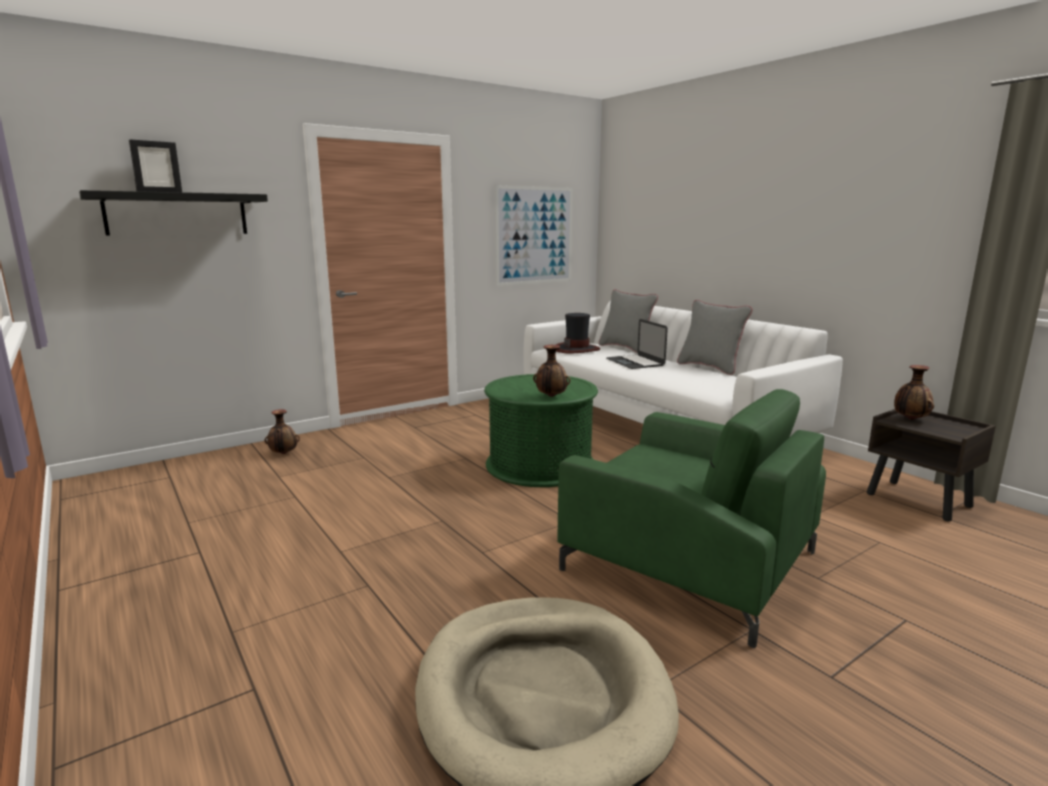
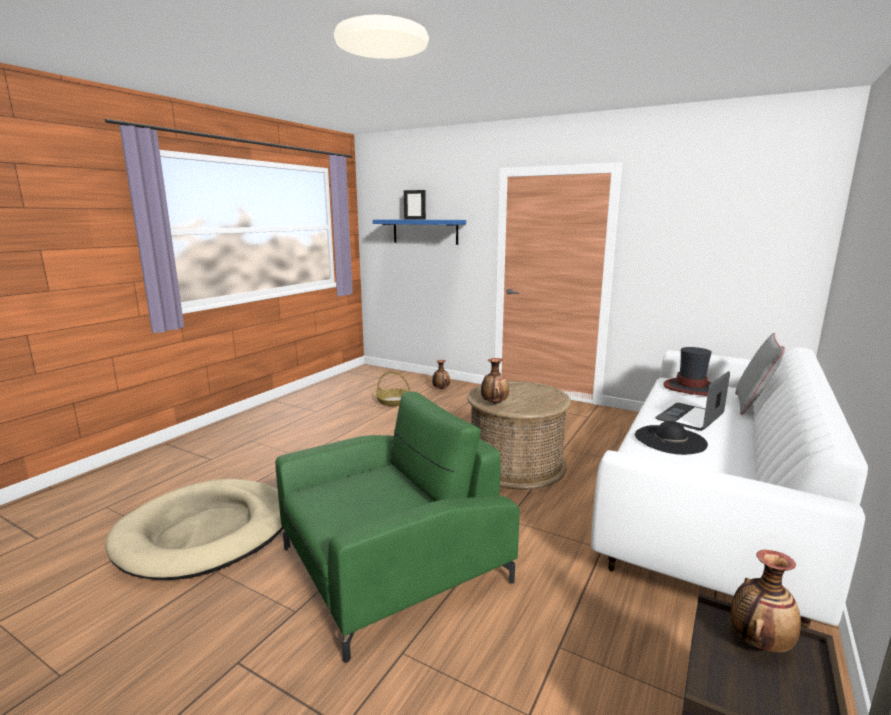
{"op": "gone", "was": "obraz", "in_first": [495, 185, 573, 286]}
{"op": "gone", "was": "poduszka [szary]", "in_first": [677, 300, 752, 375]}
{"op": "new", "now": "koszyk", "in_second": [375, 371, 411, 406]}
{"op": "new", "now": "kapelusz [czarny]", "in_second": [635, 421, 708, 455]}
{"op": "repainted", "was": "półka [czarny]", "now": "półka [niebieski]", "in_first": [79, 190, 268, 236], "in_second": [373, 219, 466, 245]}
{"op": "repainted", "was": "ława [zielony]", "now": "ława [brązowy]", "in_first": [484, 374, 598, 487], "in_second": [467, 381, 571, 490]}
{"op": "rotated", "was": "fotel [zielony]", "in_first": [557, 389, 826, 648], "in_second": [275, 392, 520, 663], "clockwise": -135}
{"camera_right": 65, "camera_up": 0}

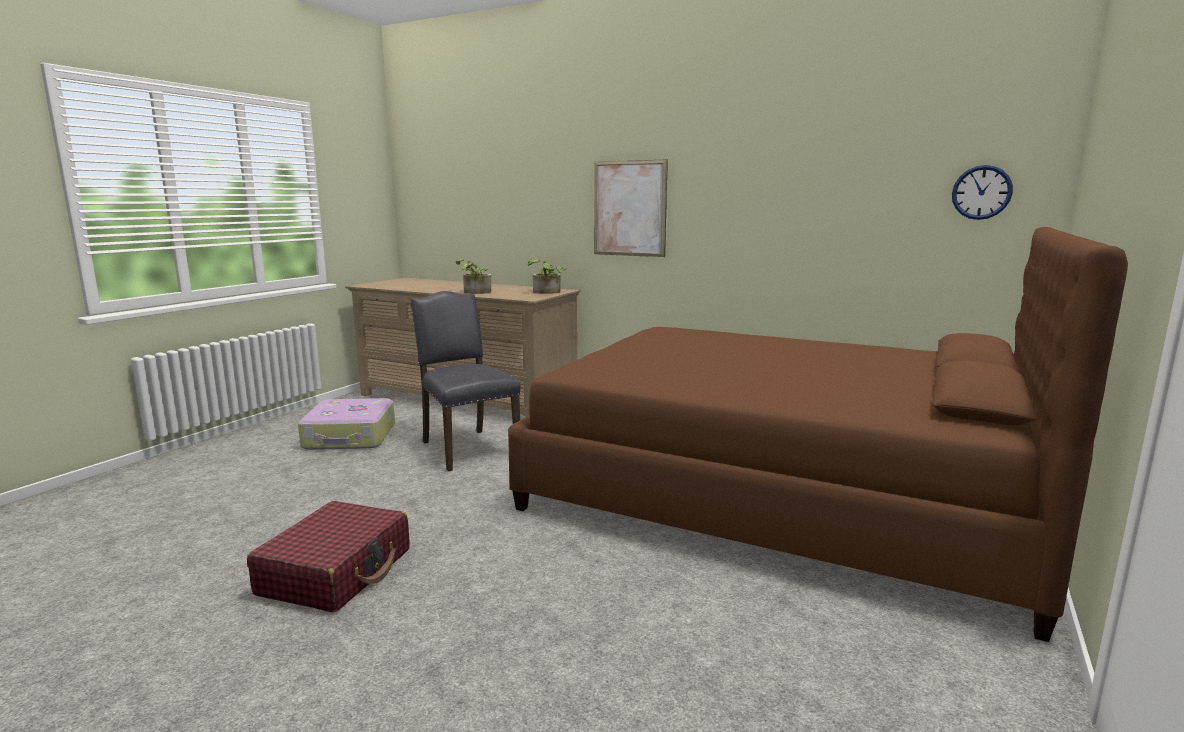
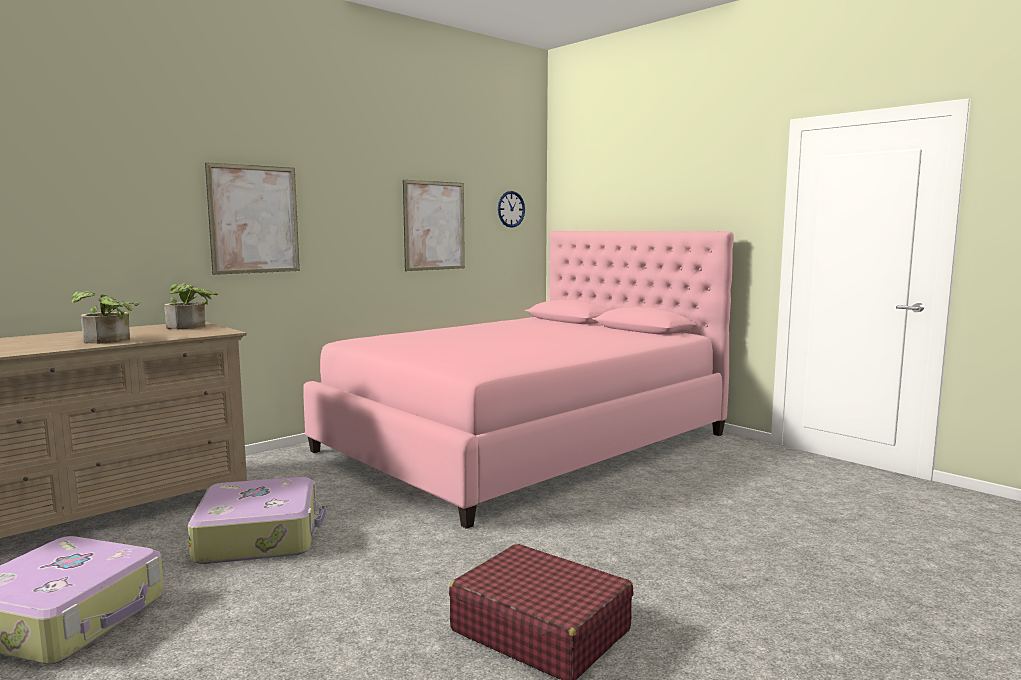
{"op": "new", "now": "obraz", "in_second": [403, 180, 465, 271]}
{"op": "swapped", "was": "krzesło [szary]", "now": "walizka", "in_first": [410, 291, 521, 471], "in_second": [188, 477, 326, 564]}
{"op": "repainted", "was": "łóżko [brązowy]", "now": "łóżko [różowy]", "in_first": [508, 227, 1128, 642], "in_second": [303, 231, 734, 529]}
{"camera_right": -70, "camera_up": -5}

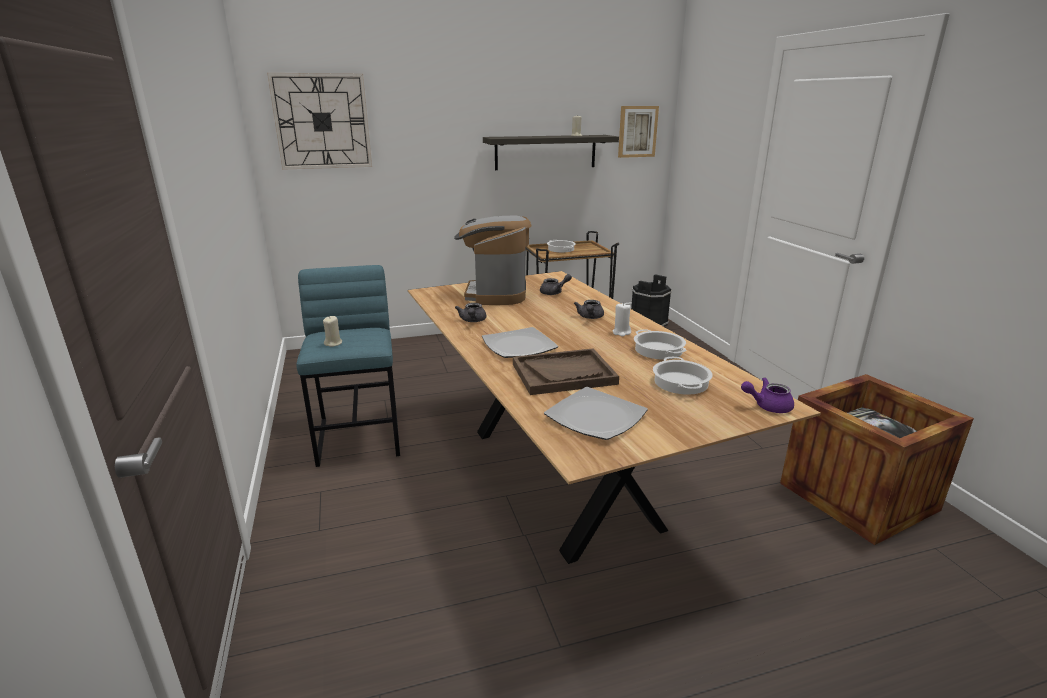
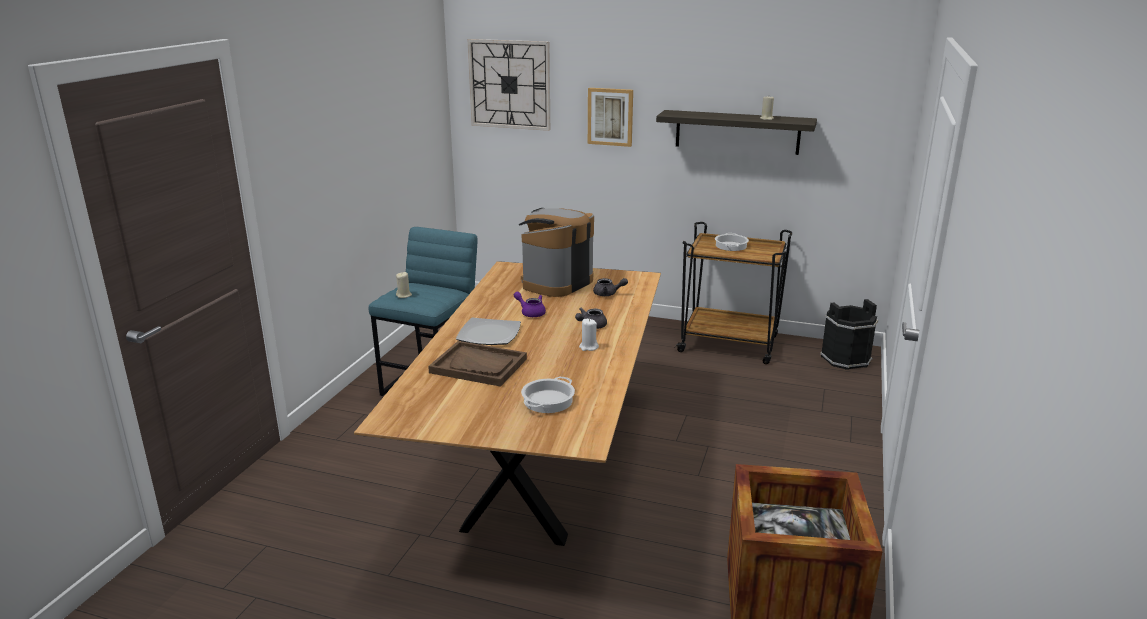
{"op": "gone", "was": "imbryk [szary]", "in_first": [455, 303, 486, 322]}
{"op": "gone", "was": "talerz", "in_first": [544, 387, 648, 440]}
{"op": "gone", "was": "garnek", "in_first": [634, 329, 686, 360]}
{"op": "shifted", "was": "obraz", "in_first": [618, 106, 659, 158], "in_second": [588, 88, 633, 147]}
{"op": "shifted", "was": "imbryk [fioletowy]", "in_first": [741, 377, 794, 413], "in_second": [514, 292, 546, 317]}
{"camera_right": 35, "camera_up": 0}

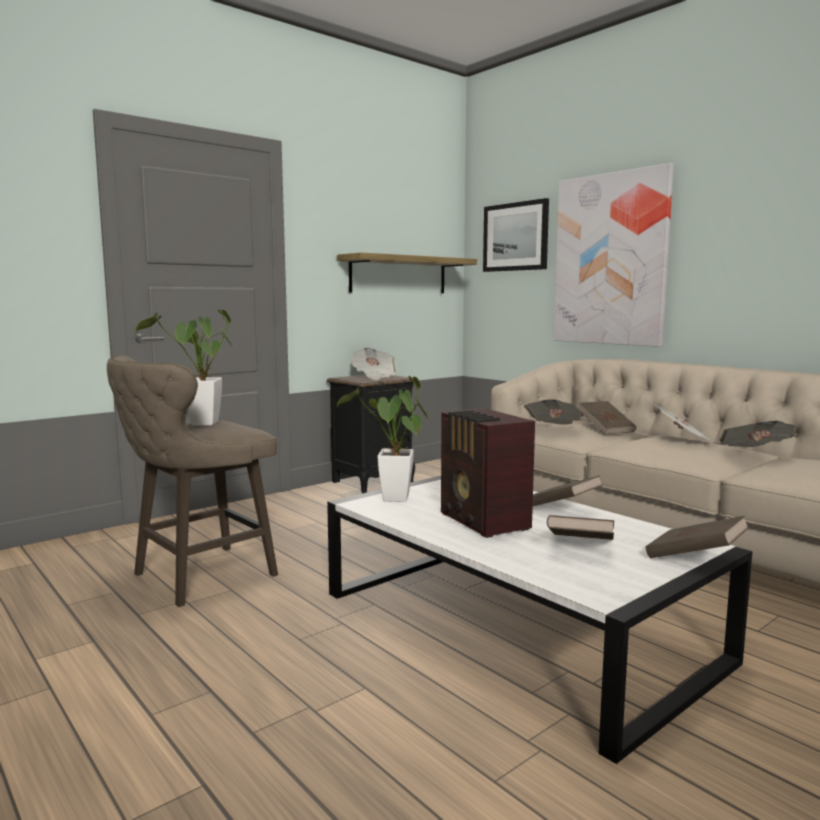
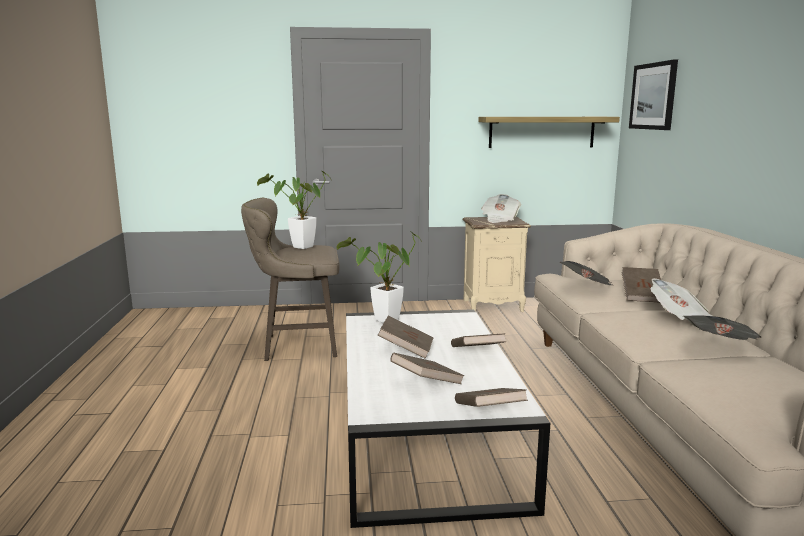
{"op": "gone", "was": "obraz", "in_first": [553, 163, 674, 347]}
{"op": "swapped", "was": "radio", "now": "książka [brązowy]", "in_first": [441, 409, 535, 538], "in_second": [377, 316, 434, 359]}
{"op": "repainted", "was": "szafka nocna [czarny]", "now": "szafka nocna [beżowy]", "in_first": [327, 375, 415, 493], "in_second": [462, 217, 531, 312]}
{"camera_right": 35, "camera_up": 5}

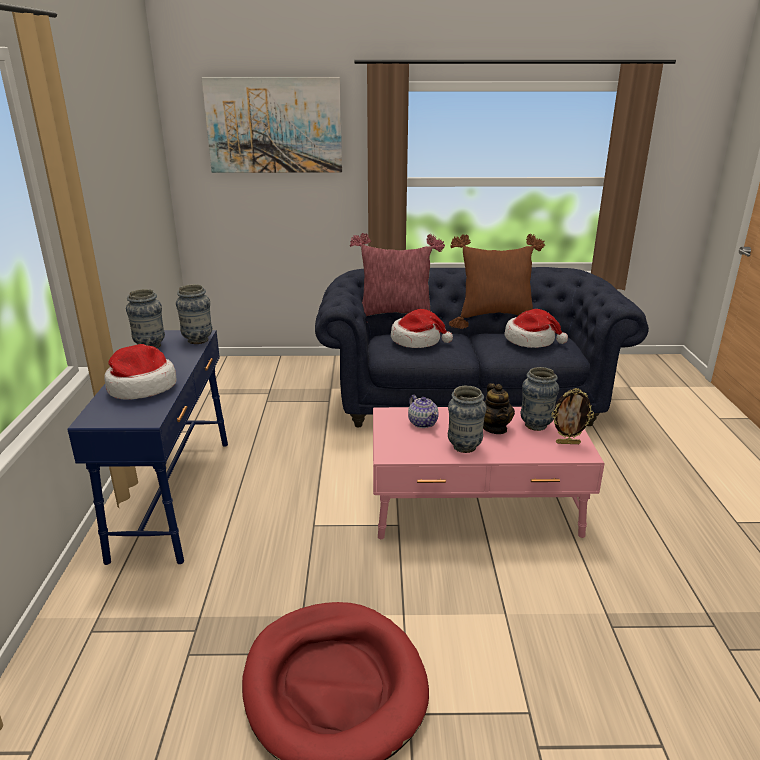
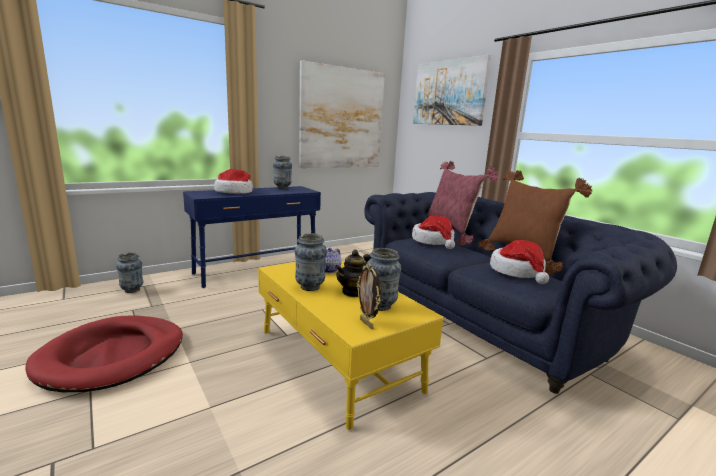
{"op": "new", "now": "obraz", "in_second": [299, 61, 385, 168]}
{"op": "shifted", "was": "wazon", "in_first": [176, 284, 212, 344], "in_second": [116, 252, 143, 293]}
{"op": "repainted", "was": "ława [różowy]", "now": "ława [żółty]", "in_first": [373, 407, 605, 539], "in_second": [258, 261, 444, 430]}
{"camera_right": 55, "camera_up": -10}

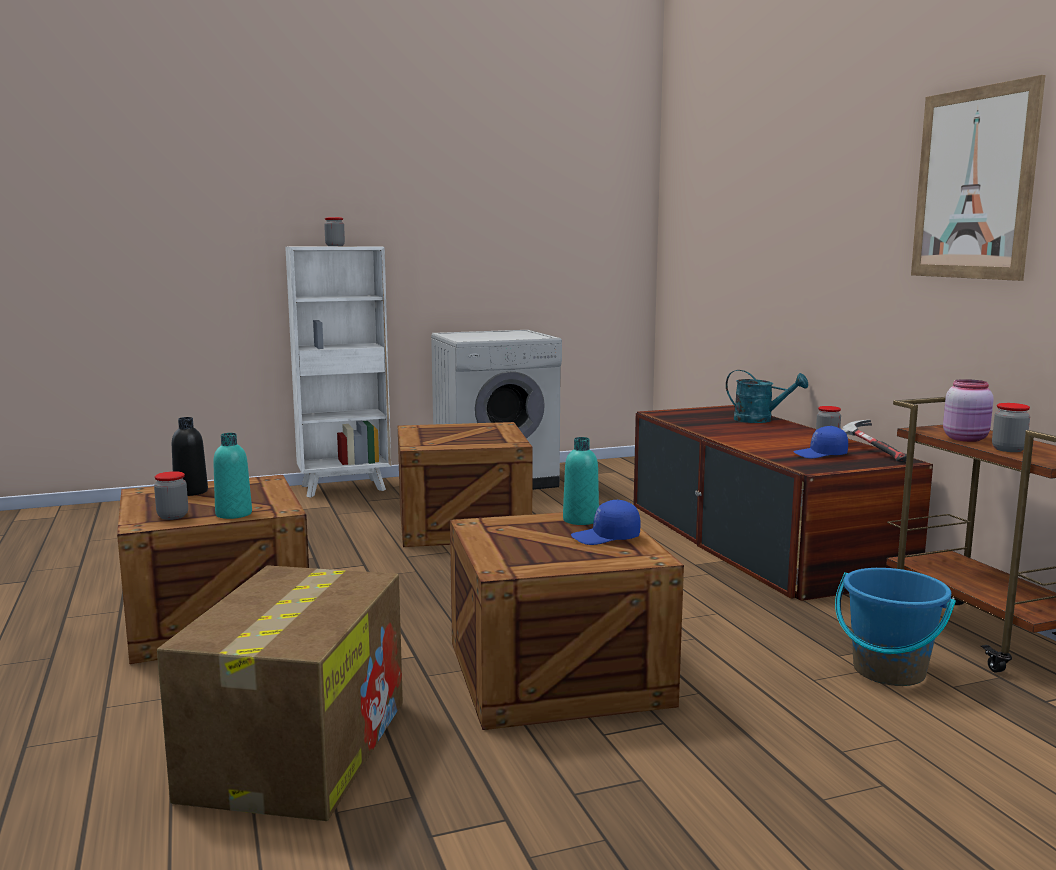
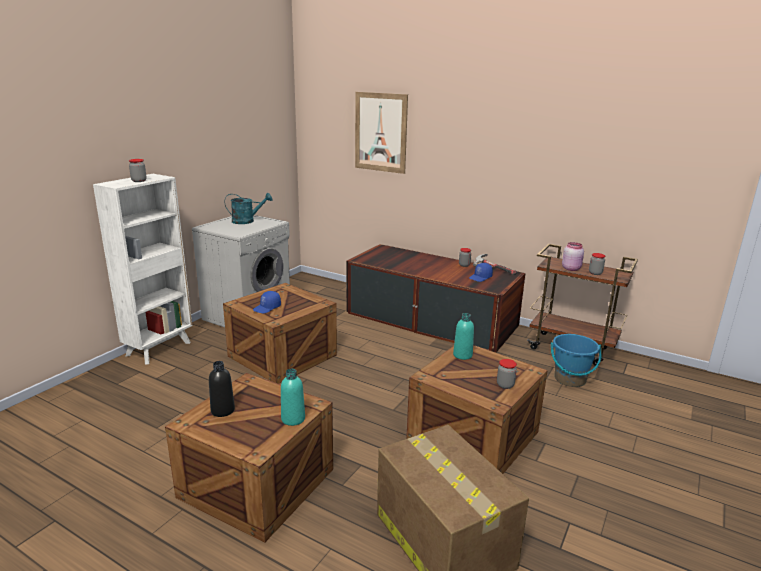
{"op": "shifted", "was": "słoik", "in_first": [154, 471, 188, 520], "in_second": [497, 359, 517, 389]}
{"op": "shifted", "was": "czapka z daszkiem [niebieski]", "in_first": [571, 500, 641, 545], "in_second": [253, 291, 281, 313]}
{"op": "shifted", "was": "konewka [turkusowy]", "in_first": [726, 370, 808, 423], "in_second": [225, 193, 273, 224]}
{"op": "shifted", "was": "obraz", "in_first": [911, 75, 1045, 281], "in_second": [355, 92, 408, 174]}
{"camera_right": -40, "camera_up": 10}

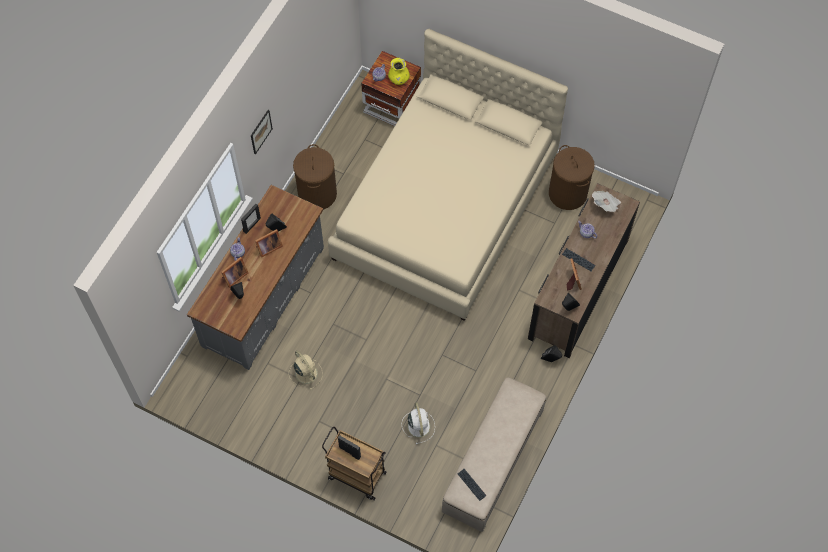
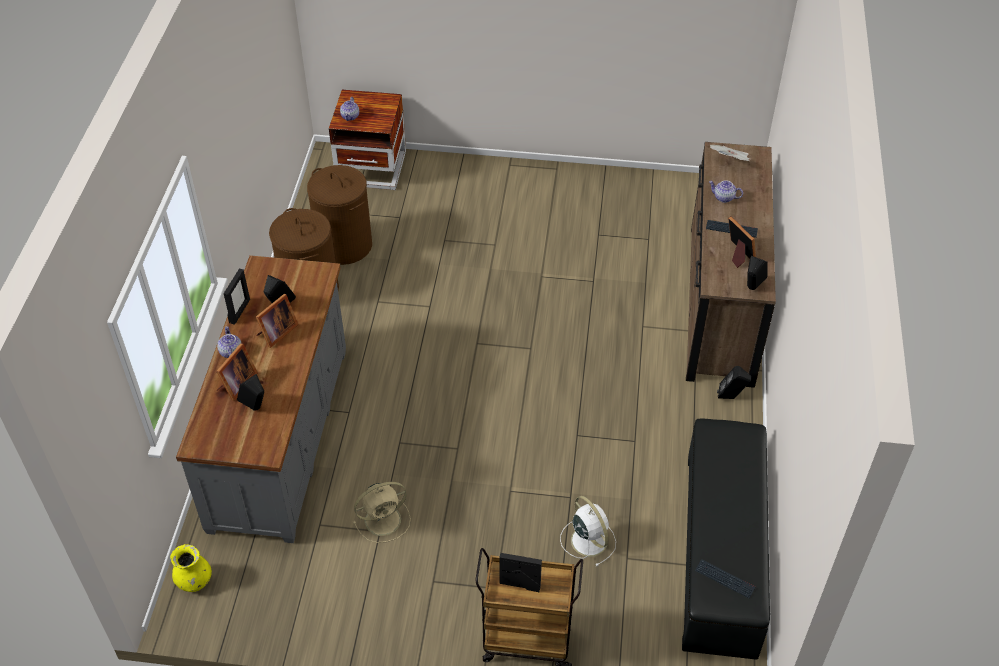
{"op": "gone", "was": "obraz", "in_first": [251, 110, 273, 154]}
{"op": "gone", "was": "łóżko [beżowy]", "in_first": [328, 29, 568, 321]}
{"op": "shifted", "was": "wazon [żółty]", "in_first": [388, 58, 410, 85], "in_second": [170, 544, 212, 592]}
{"op": "shifted", "was": "kosz na pranie [brązowy]", "in_first": [549, 145, 595, 210], "in_second": [307, 165, 372, 265]}
{"op": "repainted", "was": "ławka [beżowy]", "now": "ławka [czarny]", "in_first": [442, 377, 546, 532], "in_second": [682, 418, 770, 660]}
{"op": "rotated", "was": "wentylator [beżowy]", "in_first": [289, 350, 323, 390], "in_second": [353, 482, 411, 543], "clockwise": 120}
{"camera_right": -20, "camera_up": -15}

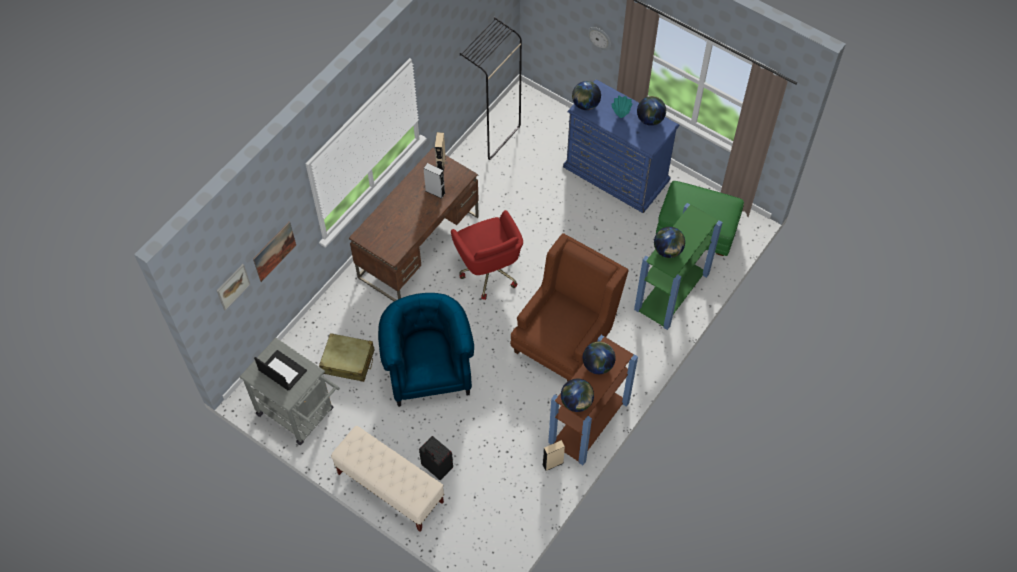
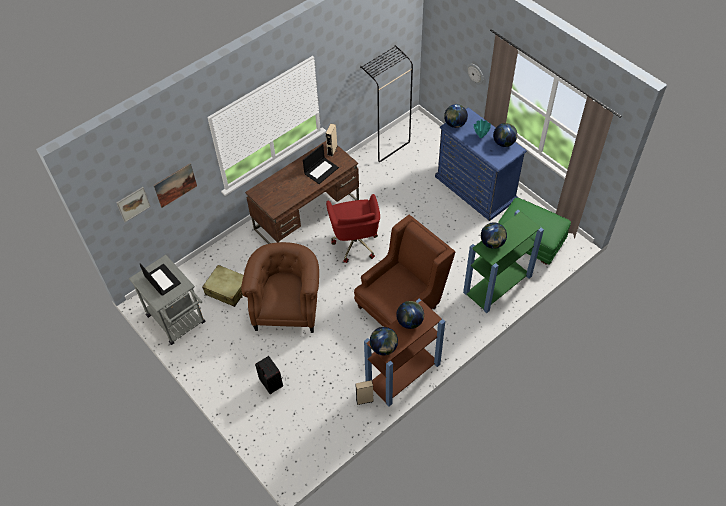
{"op": "gone", "was": "ławka [beżowy]", "in_first": [331, 426, 444, 532]}
{"op": "swapped", "was": "głośnik [szary]", "now": "laptop", "in_first": [423, 163, 445, 199], "in_second": [303, 144, 339, 184]}
{"op": "repainted", "was": "fotel [niebieski]", "now": "fotel [brązowy]", "in_first": [378, 293, 474, 407], "in_second": [241, 242, 319, 333]}
{"camera_right": 15, "camera_up": -5}

